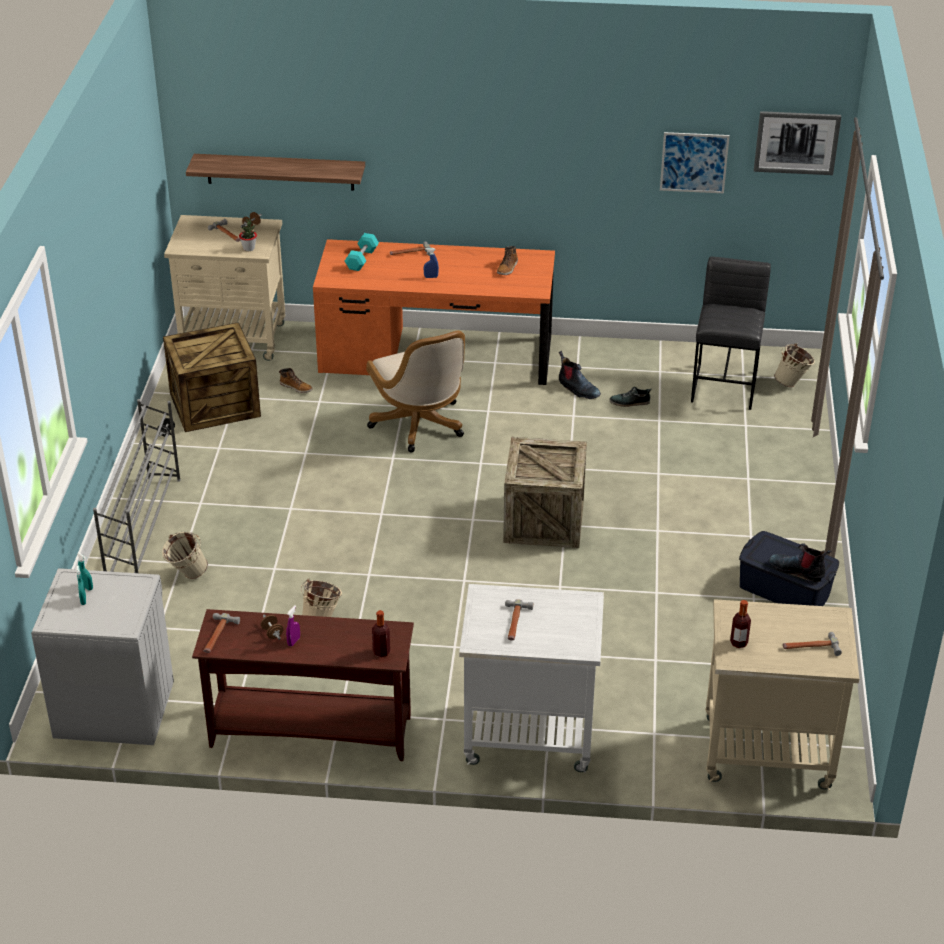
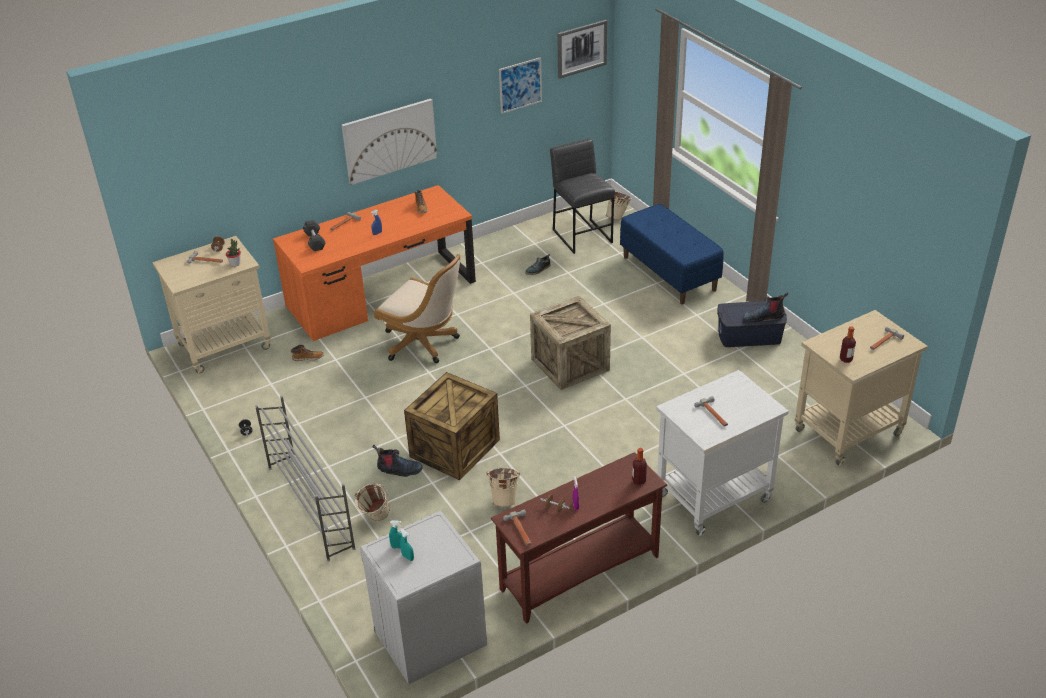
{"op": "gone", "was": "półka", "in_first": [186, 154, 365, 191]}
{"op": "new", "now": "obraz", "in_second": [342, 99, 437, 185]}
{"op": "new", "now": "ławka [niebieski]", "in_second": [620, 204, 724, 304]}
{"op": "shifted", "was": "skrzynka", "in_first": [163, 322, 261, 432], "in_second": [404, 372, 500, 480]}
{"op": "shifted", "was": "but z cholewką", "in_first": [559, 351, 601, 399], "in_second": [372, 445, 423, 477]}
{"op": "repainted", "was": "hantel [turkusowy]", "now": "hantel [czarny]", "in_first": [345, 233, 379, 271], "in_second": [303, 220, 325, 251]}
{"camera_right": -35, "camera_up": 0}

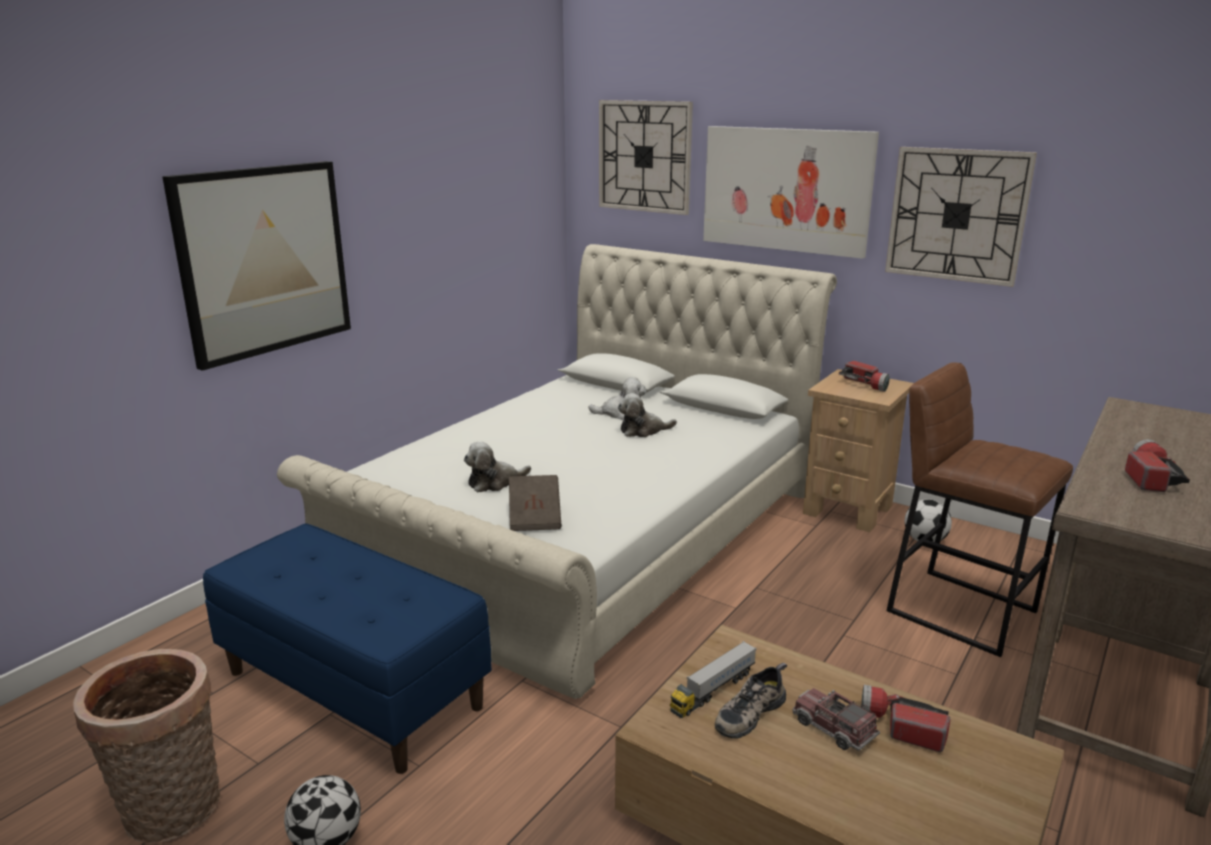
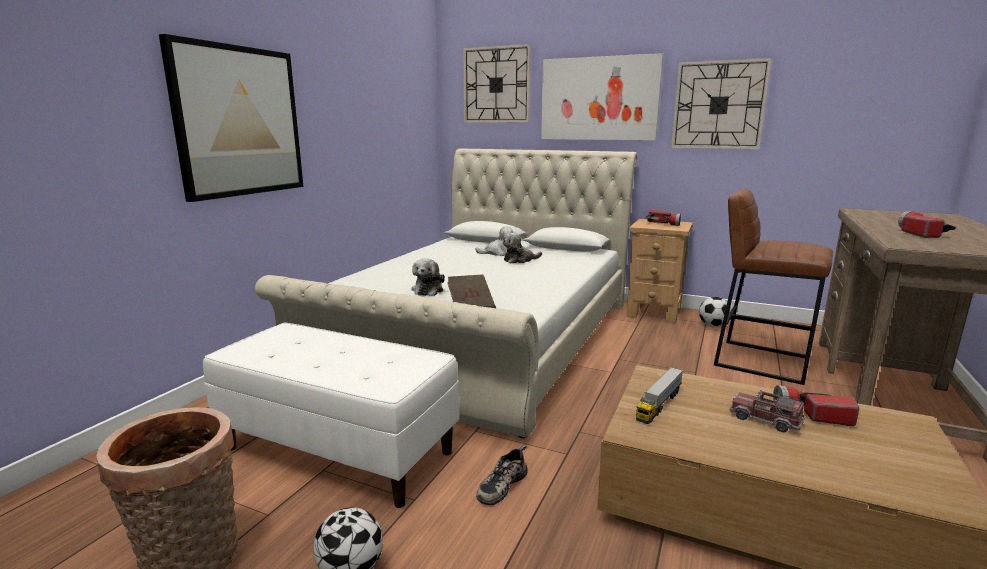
{"op": "shifted", "was": "but", "in_first": [715, 663, 787, 739], "in_second": [476, 445, 528, 505]}
{"op": "repainted", "was": "ławka [niebieski]", "now": "ławka [biały]", "in_first": [203, 524, 492, 774], "in_second": [203, 323, 459, 508]}
{"op": "rotated", "was": "pluszak", "in_first": [464, 442, 531, 492], "in_second": [412, 258, 445, 296], "clockwise": -45}
{"camera_right": -10, "camera_up": -5}

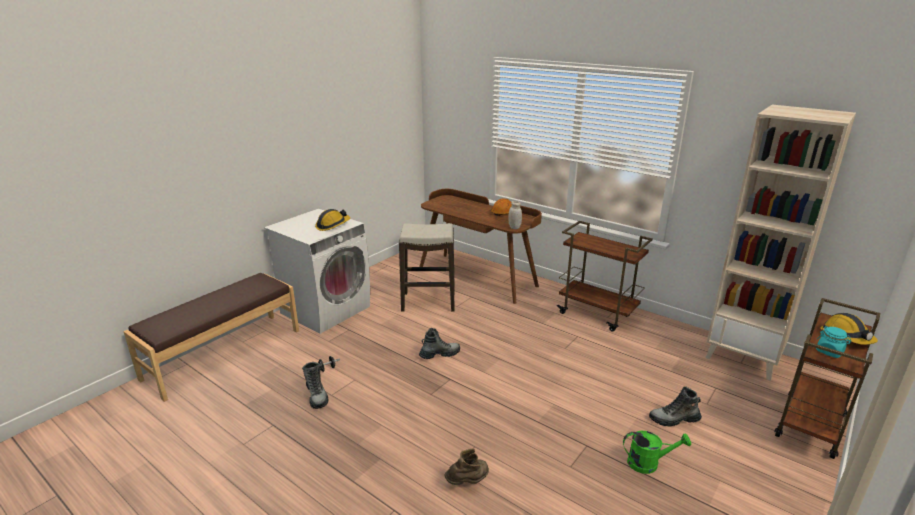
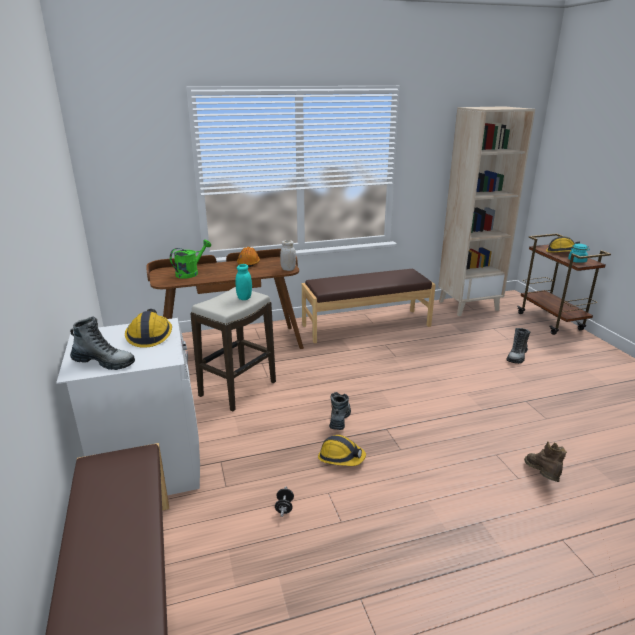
{"op": "new", "now": "słoik [turkusowy]", "in_second": [236, 264, 252, 300]}
{"op": "new", "now": "kask", "in_second": [318, 435, 366, 466]}
{"op": "shifted", "was": "but z cholewką", "in_first": [302, 362, 328, 409], "in_second": [70, 316, 135, 370]}
{"op": "shifted", "was": "konewka [zielony]", "in_first": [623, 430, 691, 474], "in_second": [170, 240, 211, 279]}
{"op": "swapped", "was": "wózek [brązowy]", "now": "ławka [brązowy]", "in_first": [557, 221, 653, 332], "in_second": [302, 269, 436, 343]}
{"camera_right": -55, "camera_up": 0}

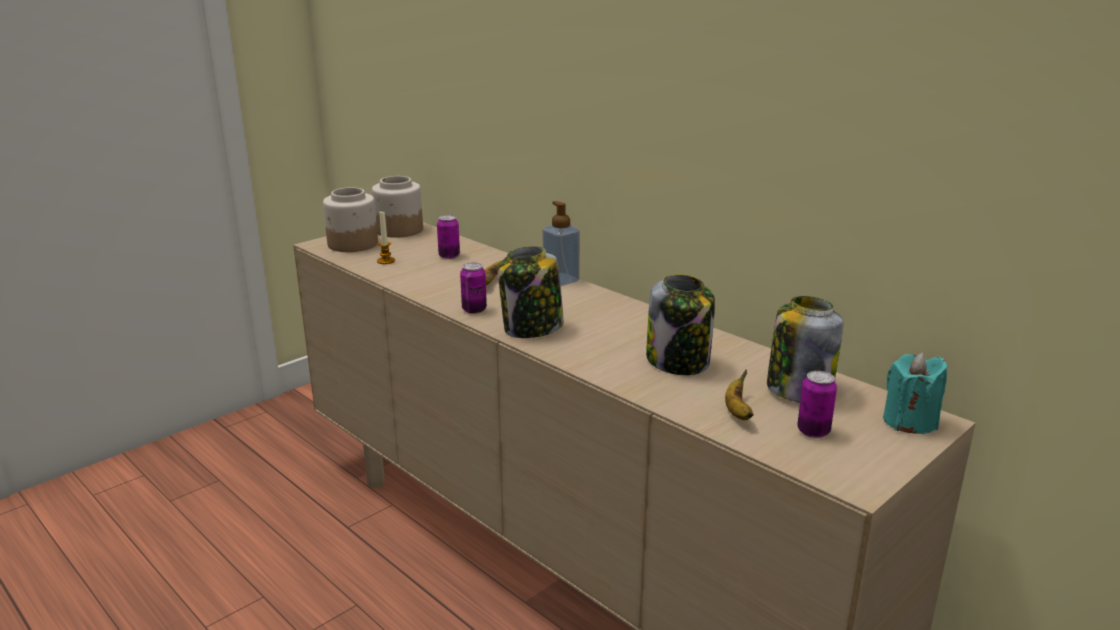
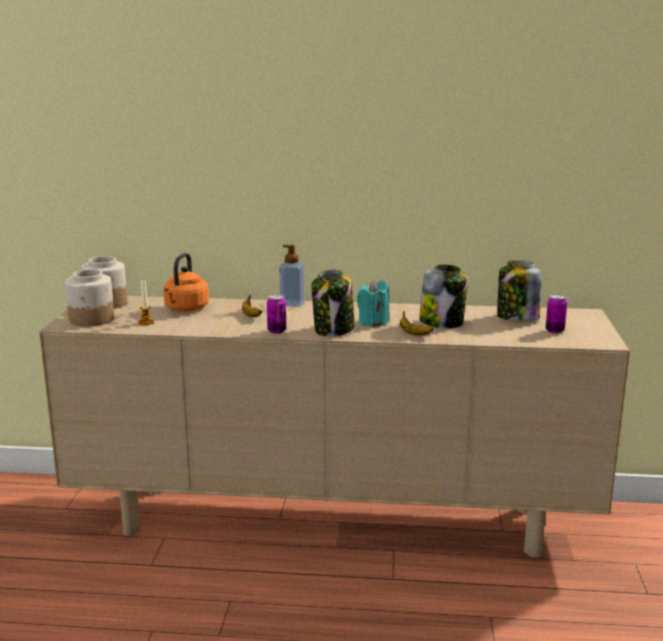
{"op": "shifted", "was": "banan", "in_first": [725, 370, 754, 420], "in_second": [400, 311, 434, 335]}
{"op": "shifted", "was": "świeca [turkusowy]", "in_first": [883, 352, 947, 434], "in_second": [357, 280, 389, 327]}
{"op": "swapped", "was": "puszka", "now": "czajnik [pomarańczowy]", "in_first": [437, 215, 460, 259], "in_second": [163, 253, 209, 312]}
{"camera_right": -40, "camera_up": -5}

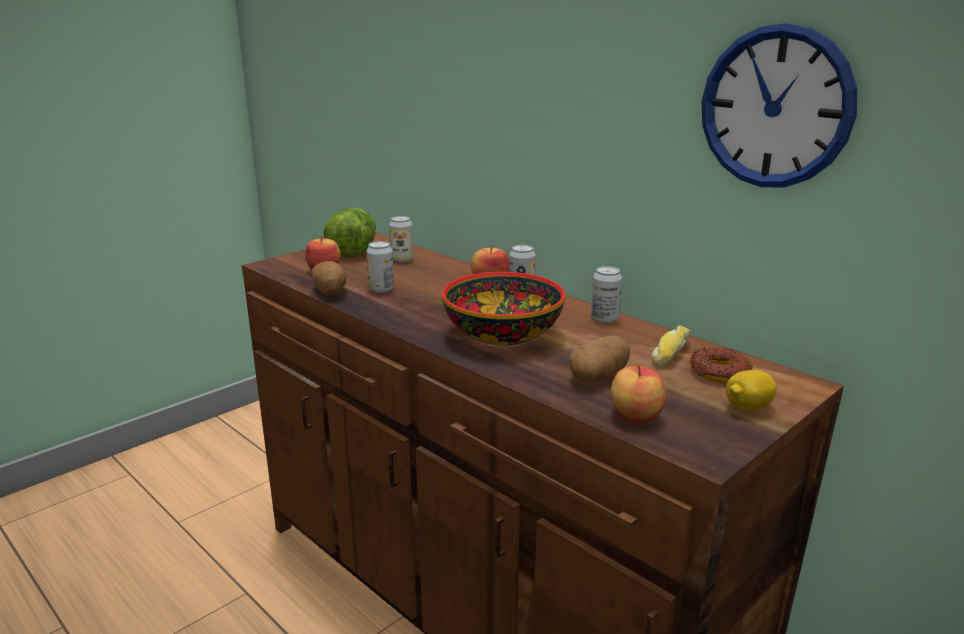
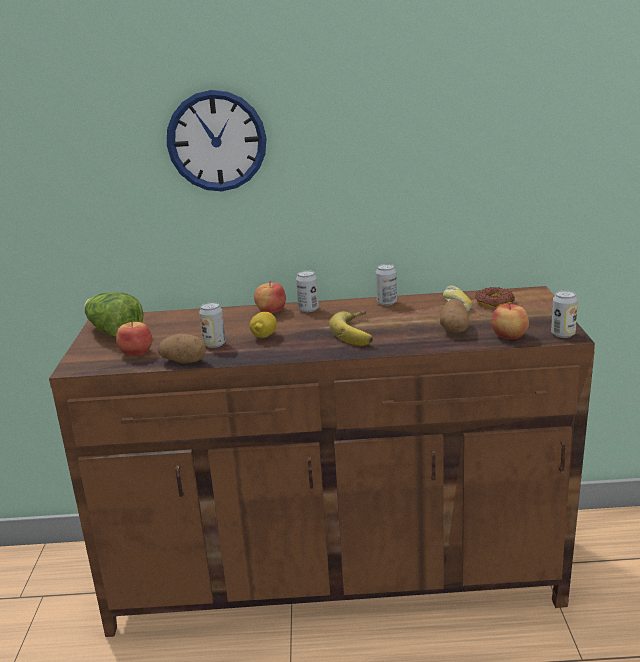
{"op": "shifted", "was": "puszka", "in_first": [389, 216, 414, 262], "in_second": [551, 290, 578, 338]}
{"op": "shifted", "was": "zegar ścienny", "in_first": [702, 23, 857, 187], "in_second": [167, 90, 267, 191]}
{"op": "shifted", "was": "cytryna", "in_first": [726, 370, 777, 411], "in_second": [250, 312, 277, 338]}
{"op": "swapped", "was": "miska", "now": "banan", "in_first": [442, 272, 566, 346], "in_second": [329, 311, 373, 346]}
{"camera_right": -45, "camera_up": 0}

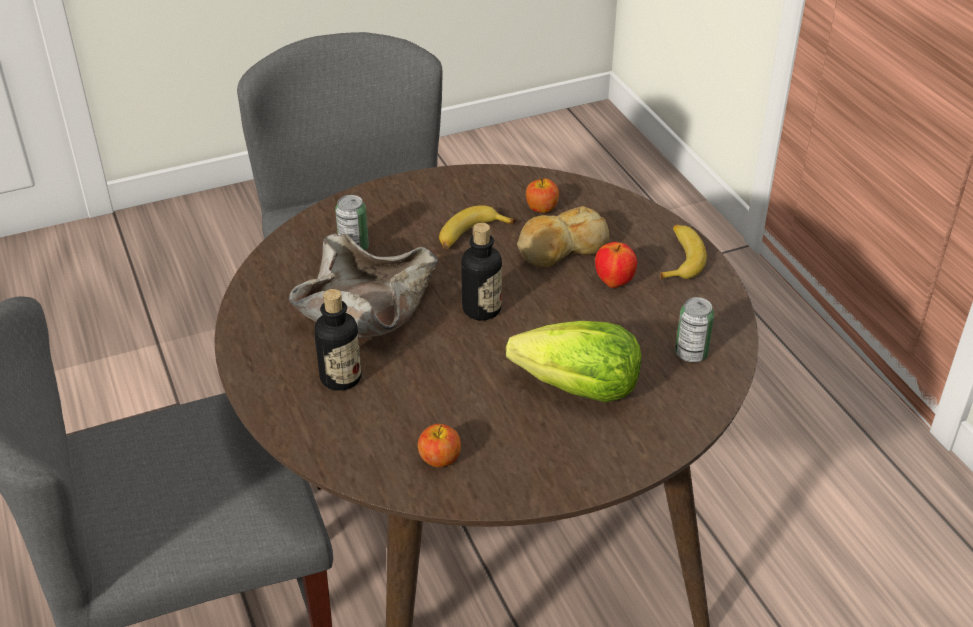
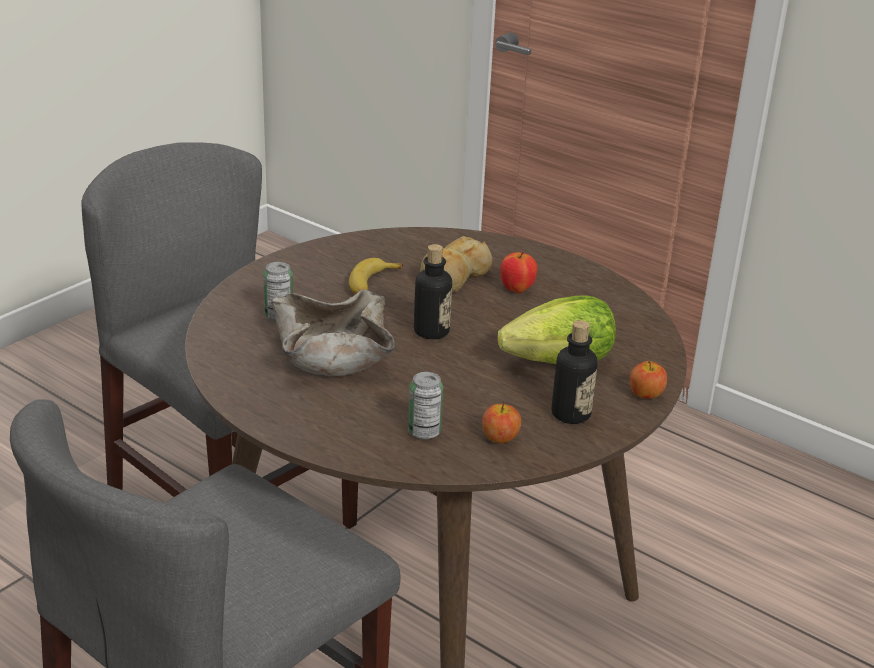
{"op": "gone", "was": "banan", "in_first": [660, 225, 707, 280]}
{"op": "shifted", "was": "butelka", "in_first": [314, 289, 362, 391], "in_second": [552, 320, 598, 424]}
{"op": "shifted", "was": "jabłko", "in_first": [526, 178, 559, 213], "in_second": [630, 361, 667, 399]}
{"op": "shifted", "was": "puszka", "in_first": [675, 297, 714, 362], "in_second": [408, 372, 443, 440]}
{"camera_right": -30, "camera_up": -10}

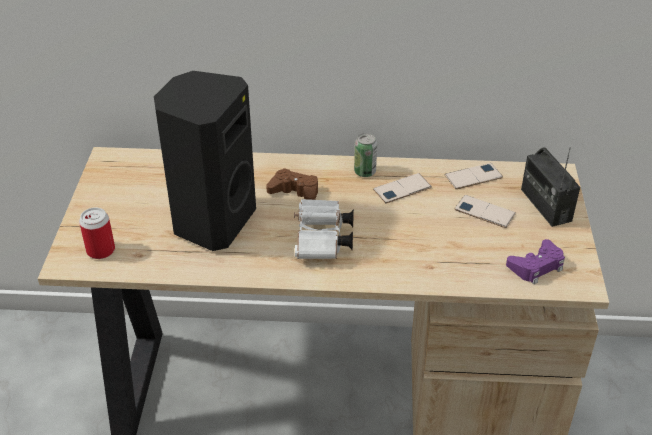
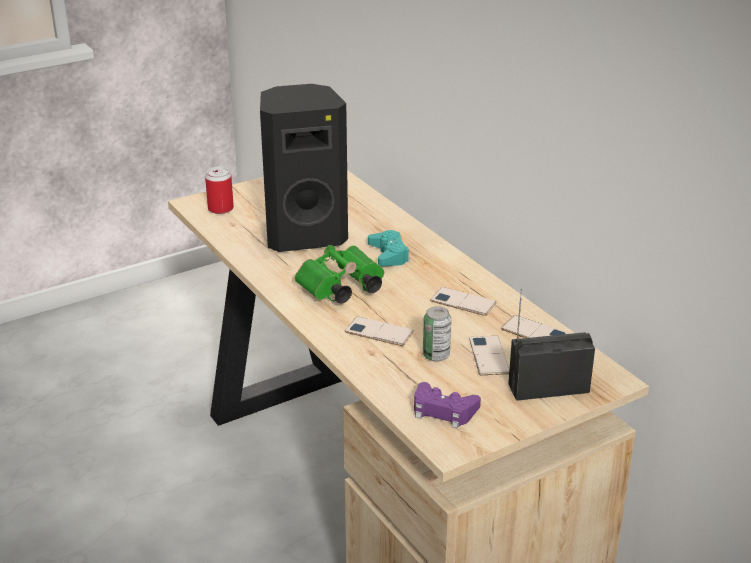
{"op": "new", "now": "telefon", "in_second": [345, 316, 414, 346]}
{"op": "shifted", "was": "puszka", "in_first": [354, 133, 377, 177], "in_second": [423, 306, 451, 362]}
{"op": "repainted", "was": "pad do gier [brązowy]", "now": "pad do gier [turkusowy]", "in_first": [266, 168, 318, 200], "in_second": [368, 230, 410, 266]}
{"op": "repainted", "was": "lornetka [biały]", "now": "lornetka [zielony]", "in_first": [294, 199, 354, 259], "in_second": [295, 245, 384, 304]}
{"op": "rotated", "was": "radio", "in_first": [521, 147, 580, 227], "in_second": [508, 289, 595, 401], "clockwise": 45}
{"camera_right": 55, "camera_up": -10}

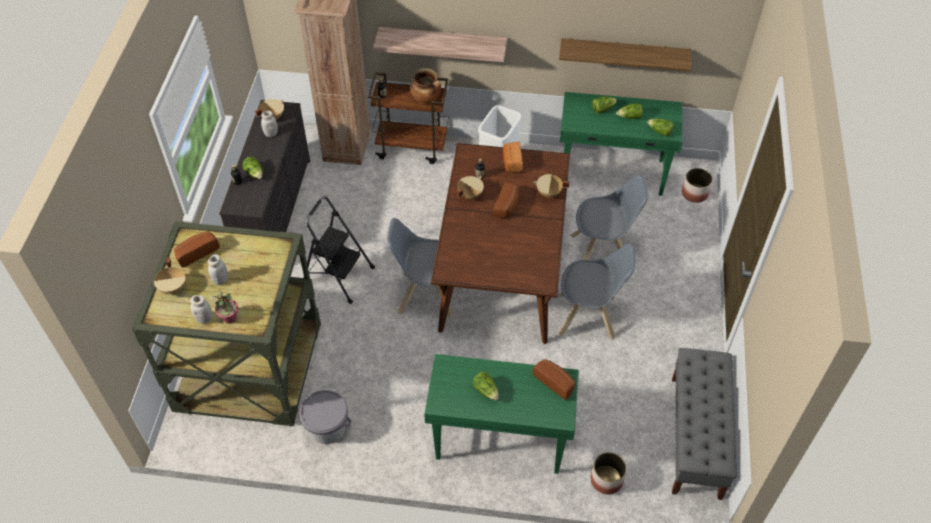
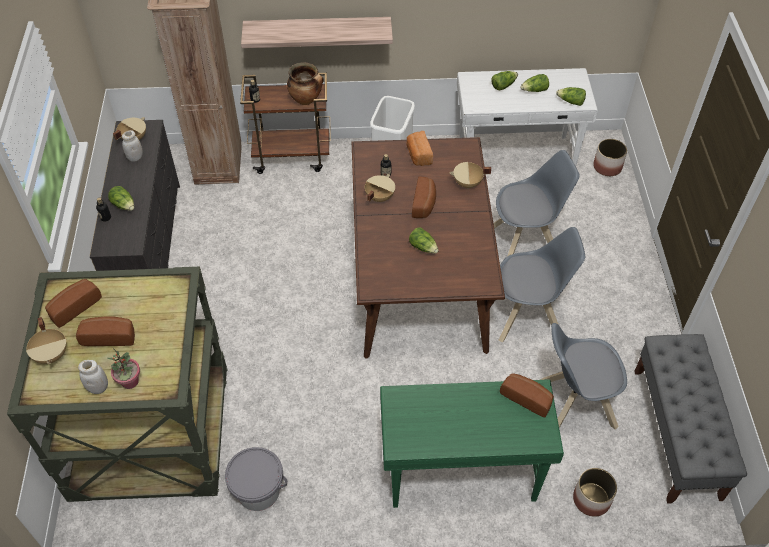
{"op": "gone", "was": "drabinka [czarny]", "in_first": [306, 196, 375, 304]}
{"op": "gone", "was": "półka", "in_first": [559, 38, 691, 71]}
{"op": "shifted", "was": "krzesło [szary]", "in_first": [387, 218, 454, 318], "in_second": [540, 323, 627, 430]}
{"op": "shifted", "was": "sałata", "in_first": [473, 372, 499, 401], "in_second": [409, 228, 439, 254]}
{"op": "swapped", "was": "słoik [biały]", "now": "chleb", "in_first": [208, 254, 228, 285], "in_second": [76, 316, 135, 346]}
{"op": "repainted", "was": "stolik konsolowy [zielony]", "now": "stolik konsolowy [biały]", "in_first": [560, 92, 683, 196], "in_second": [457, 68, 598, 166]}
{"camera_right": -10, "camera_up": 0}

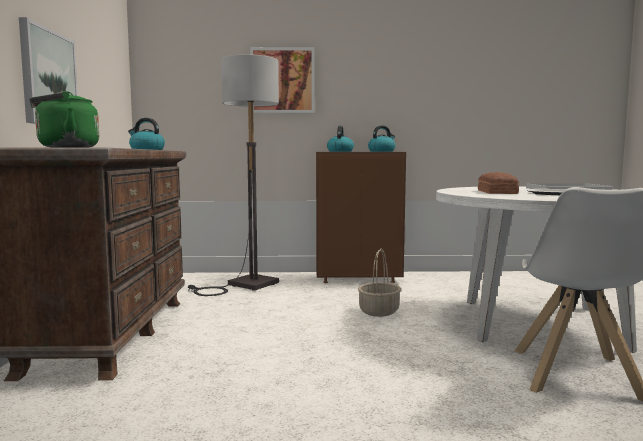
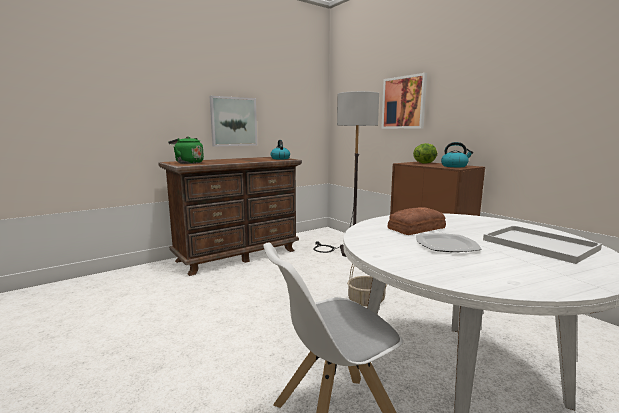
{"op": "swapped", "was": "czajnik", "now": "sałata", "in_first": [327, 126, 354, 152], "in_second": [413, 143, 438, 164]}
{"camera_right": 55, "camera_up": 5}

